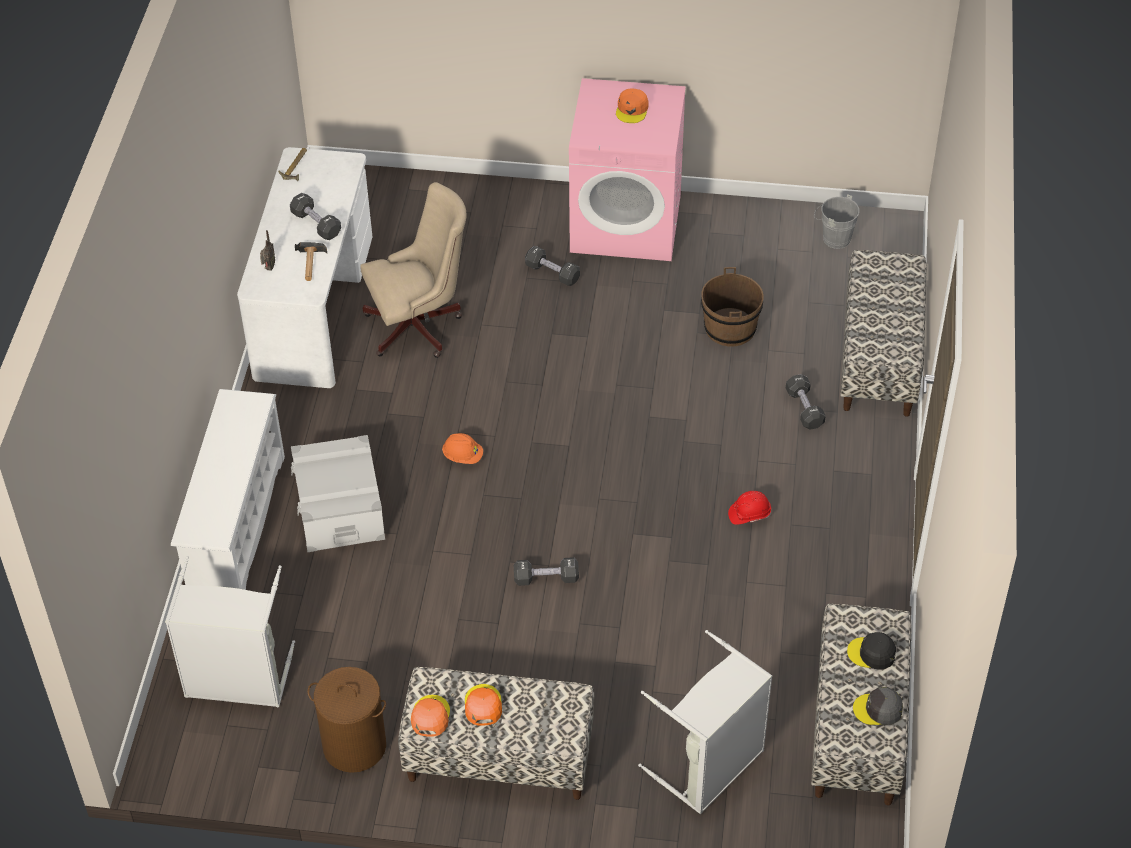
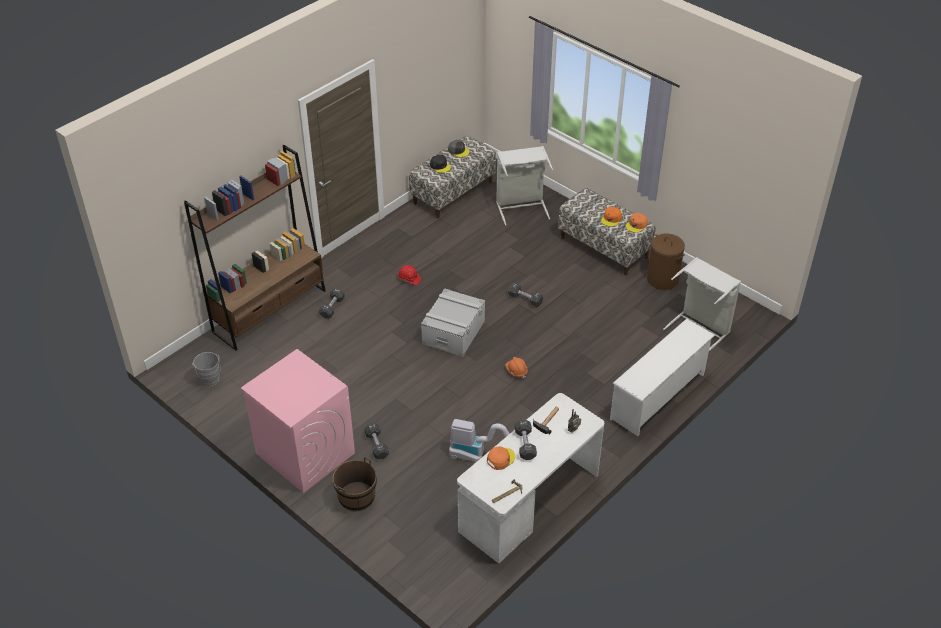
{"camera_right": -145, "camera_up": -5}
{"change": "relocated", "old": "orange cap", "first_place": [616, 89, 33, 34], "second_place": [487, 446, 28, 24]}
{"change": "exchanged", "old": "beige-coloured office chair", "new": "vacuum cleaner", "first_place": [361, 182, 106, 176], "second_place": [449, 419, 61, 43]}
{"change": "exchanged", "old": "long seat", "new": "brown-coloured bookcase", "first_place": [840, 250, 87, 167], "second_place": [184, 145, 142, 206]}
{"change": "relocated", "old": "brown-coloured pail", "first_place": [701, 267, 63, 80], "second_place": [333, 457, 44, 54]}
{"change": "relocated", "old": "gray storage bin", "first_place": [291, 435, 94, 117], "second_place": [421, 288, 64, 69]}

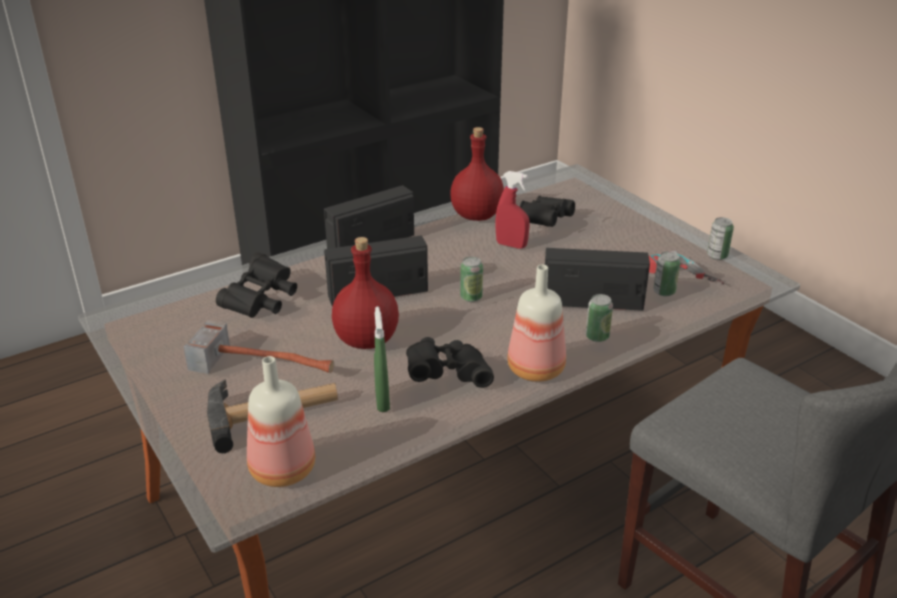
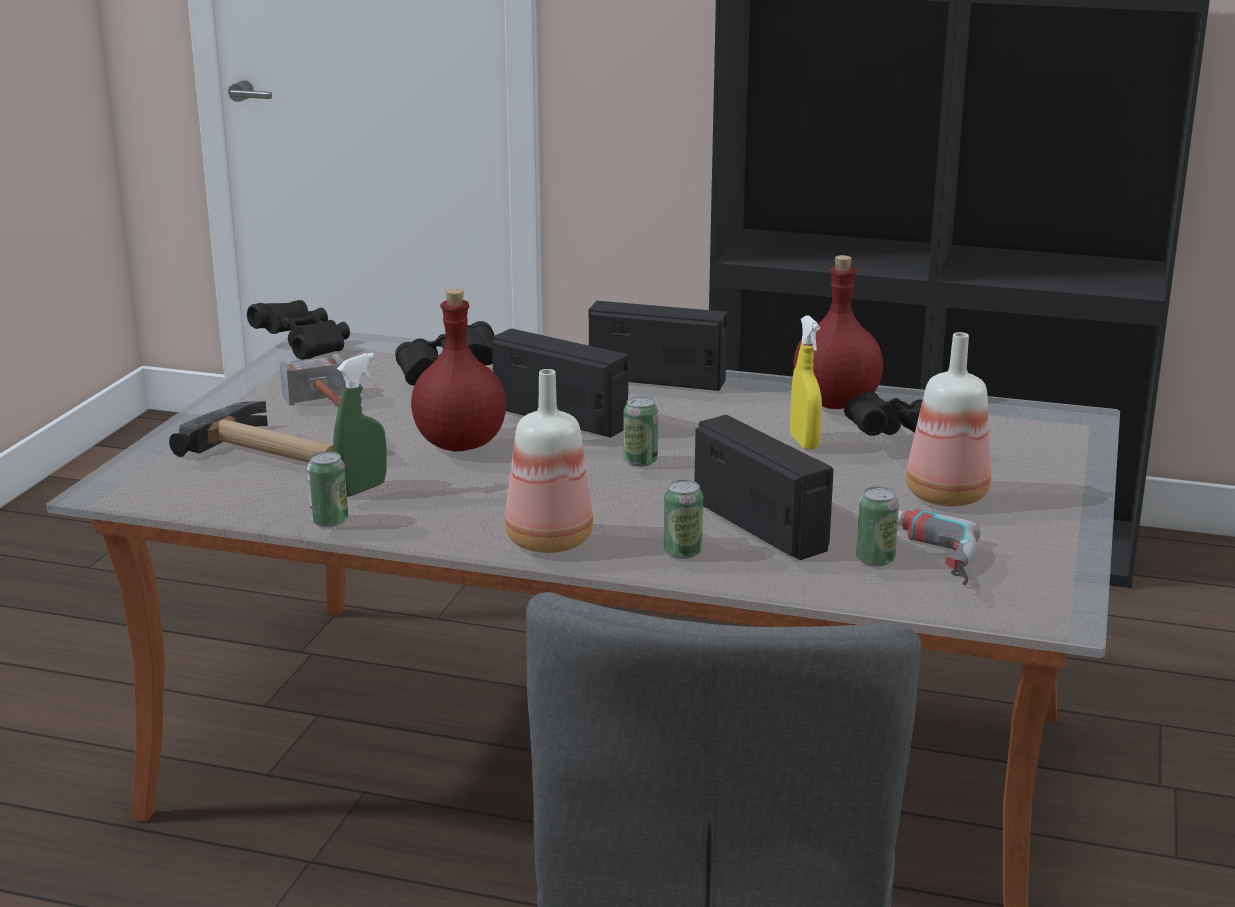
{"camera_right": 50, "camera_up": -10}
{"change": "colour", "old": "red-coloured sprayer", "new": "yellowish sprayer", "first_place": [495, 171, 35, 77], "second_place": [790, 315, 32, 135]}
{"change": "relocated", "old": "metal can", "first_place": [707, 217, 27, 43], "second_place": [307, 451, 41, 76]}
{"change": "relocated", "old": "black field glasses", "first_place": [406, 337, 88, 51], "second_place": [247, 300, 103, 60]}
{"change": "relocated", "old": "drink bottle", "first_place": [247, 356, 68, 131], "second_place": [906, 332, 85, 174]}

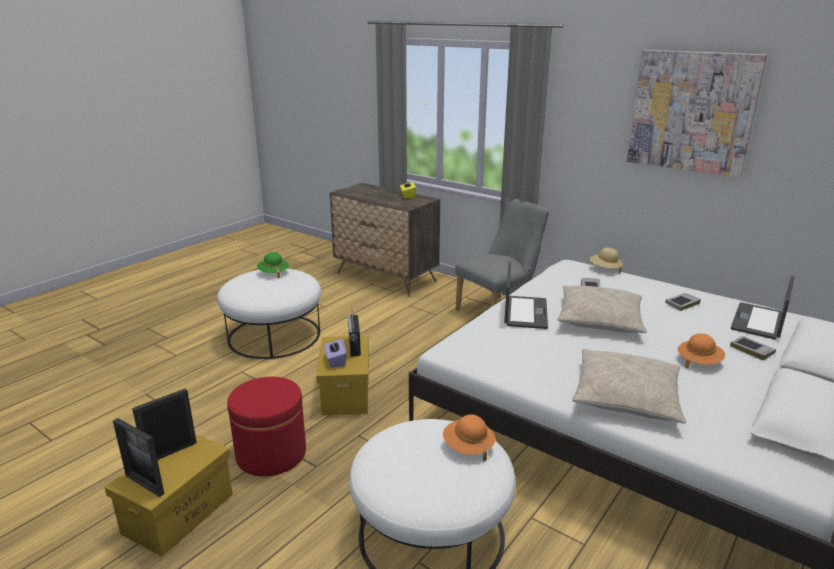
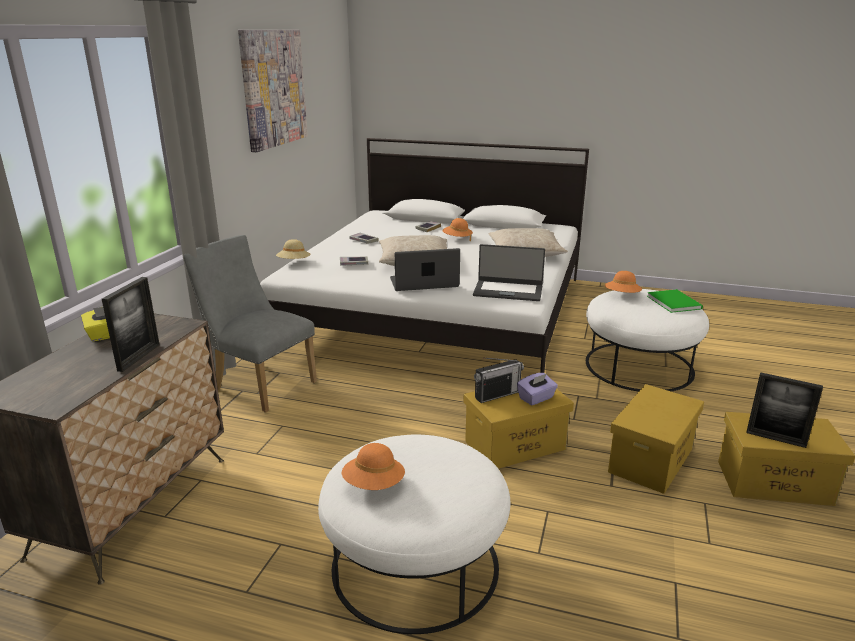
{"camera_right": -110, "camera_up": 0}
{"change": "colour", "old": "green wearable hat", "new": "orange wearable hat", "first_place": [257, 252, 32, 26], "second_place": [342, 443, 63, 47]}
{"change": "relocated", "old": "notebook computer", "first_place": [731, 276, 63, 63], "second_place": [473, 244, 72, 57]}
{"change": "exchanged", "old": "red-coloured footrest", "new": "yellowish storage bin", "first_place": [227, 377, 79, 99], "second_place": [608, 384, 96, 110]}
{"change": "relocated", "old": "standing frame", "first_place": [113, 418, 52, 79], "second_place": [102, 277, 58, 95]}
{"change": "appeared", "new": "green bound book", "second_place": [647, 289, 56, 24]}

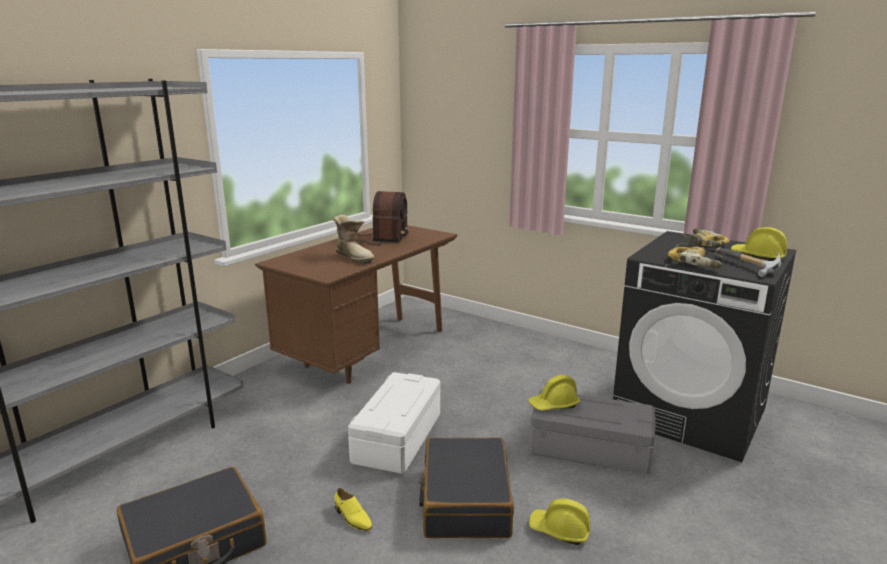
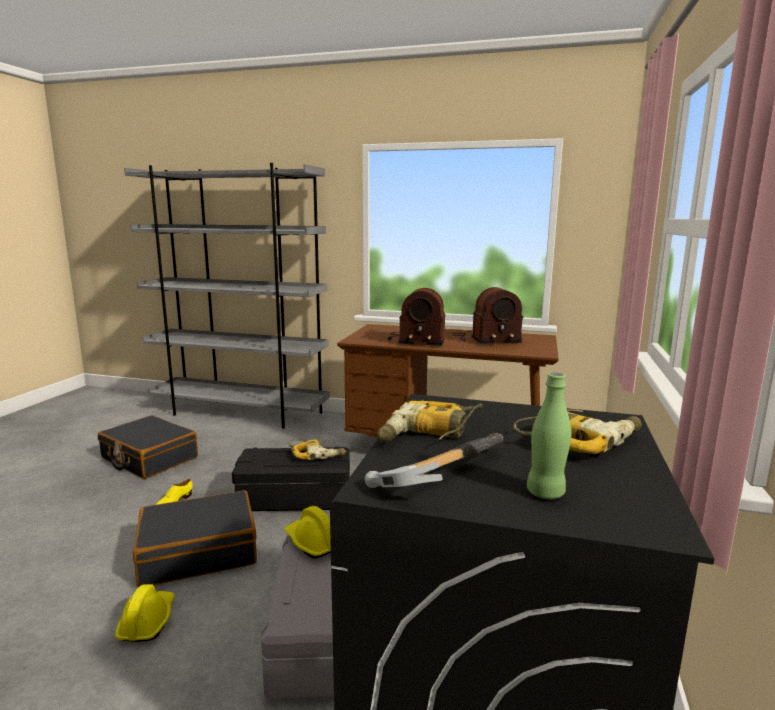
{"camera_right": 70, "camera_up": -5}
{"change": "exchanged", "old": "boot", "new": "radio", "first_place": [333, 215, 42, 49], "second_place": [388, 288, 57, 58]}
{"change": "exchanged", "old": "yellowish work helmet", "new": "green drink bottle", "first_place": [731, 227, 56, 34], "second_place": [527, 372, 44, 127]}
{"change": "colour", "old": "white storage bin", "new": "black storage bin", "first_place": [348, 372, 93, 102], "second_place": [232, 446, 118, 65]}
{"change": "appeared", "new": "electric drill", "second_place": [289, 439, 57, 21]}

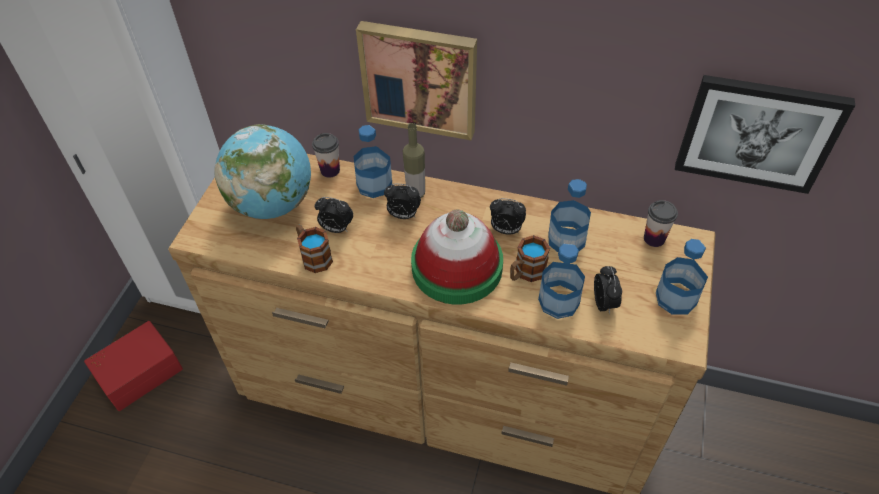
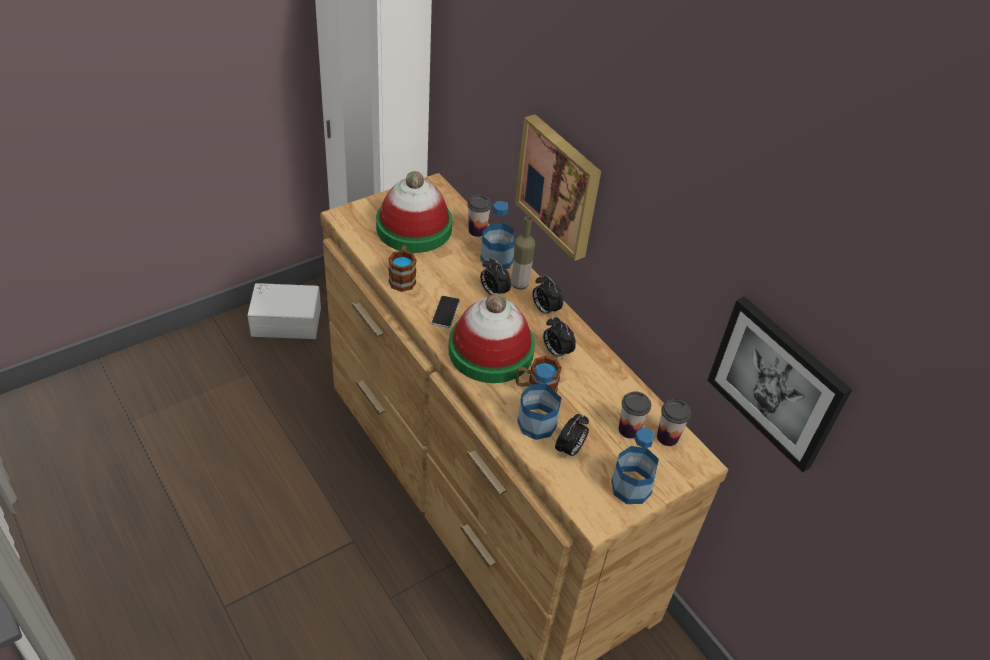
{"camera_right": 35, "camera_up": -5}
{"change": "exchanged", "old": "world globe", "new": "wearable hat", "first_place": [214, 124, 97, 95], "second_place": [376, 171, 76, 82]}
{"change": "missing", "old": "drink bottle", "first_place": [548, 179, 43, 73]}
{"change": "relocated", "old": "alarm clock", "first_place": [315, 197, 38, 36], "second_place": [533, 275, 30, 41]}
{"change": "colour", "old": "red-coloured storage bin", "new": "white storage bin", "first_place": [84, 321, 99, 90], "second_place": [248, 283, 73, 56]}
{"change": "appeared", "new": "phone", "second_place": [432, 296, 28, 32]}
{"change": "appeared", "new": "cup", "second_place": [619, 391, 32, 48]}

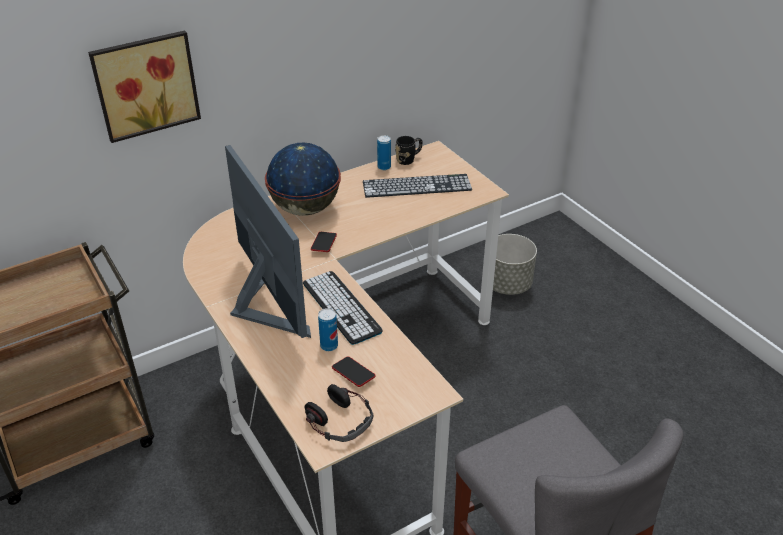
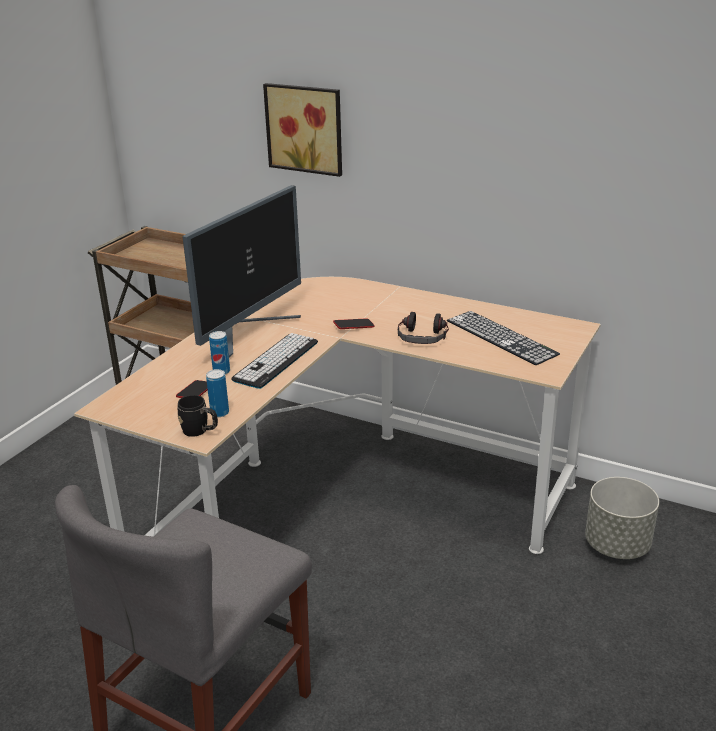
{"camera_right": 60, "camera_up": -10}
{"change": "relocated", "old": "metal can", "first_place": [377, 135, 14, 35], "second_place": [206, 369, 23, 48]}
{"change": "relocated", "old": "black tea mug", "first_place": [395, 136, 27, 29], "second_place": [177, 395, 41, 42]}
{"change": "missing", "old": "world globe", "first_place": [265, 143, 76, 73]}
{"change": "relocated", "old": "pair of headphones", "first_place": [305, 384, 68, 58], "second_place": [398, 312, 51, 32]}

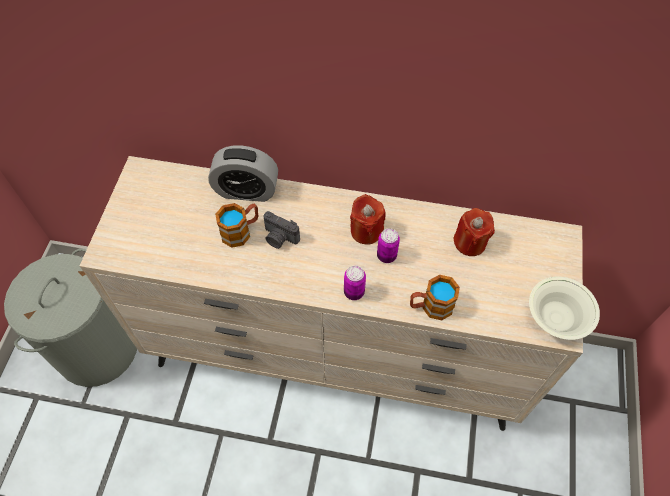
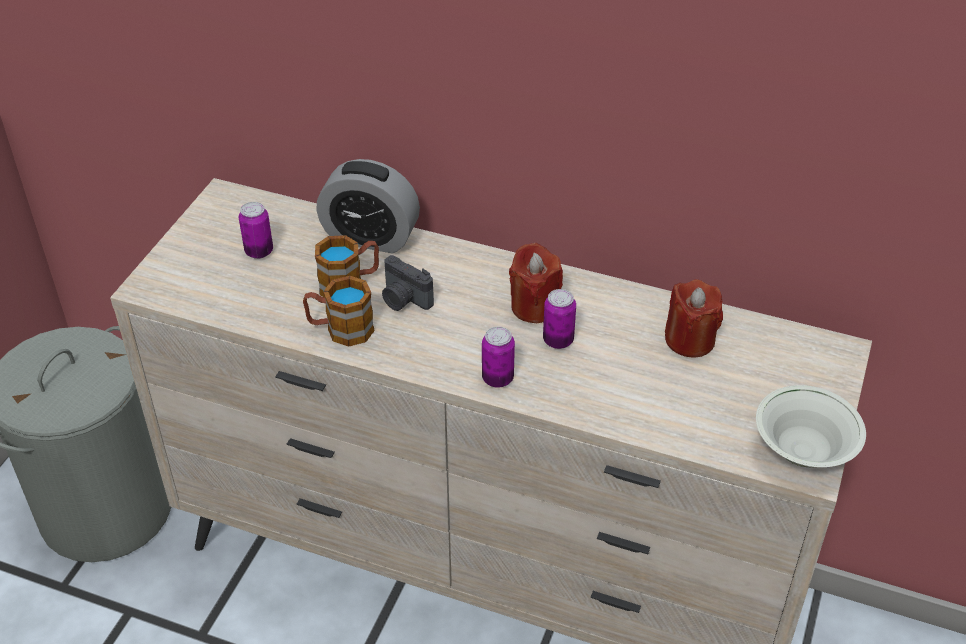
{"camera_right": 10, "camera_up": -15}
{"change": "relocated", "old": "tea mug", "first_place": [410, 275, 50, 45], "second_place": [303, 276, 72, 71]}
{"change": "appeared", "new": "metal can", "second_place": [239, 202, 34, 57]}

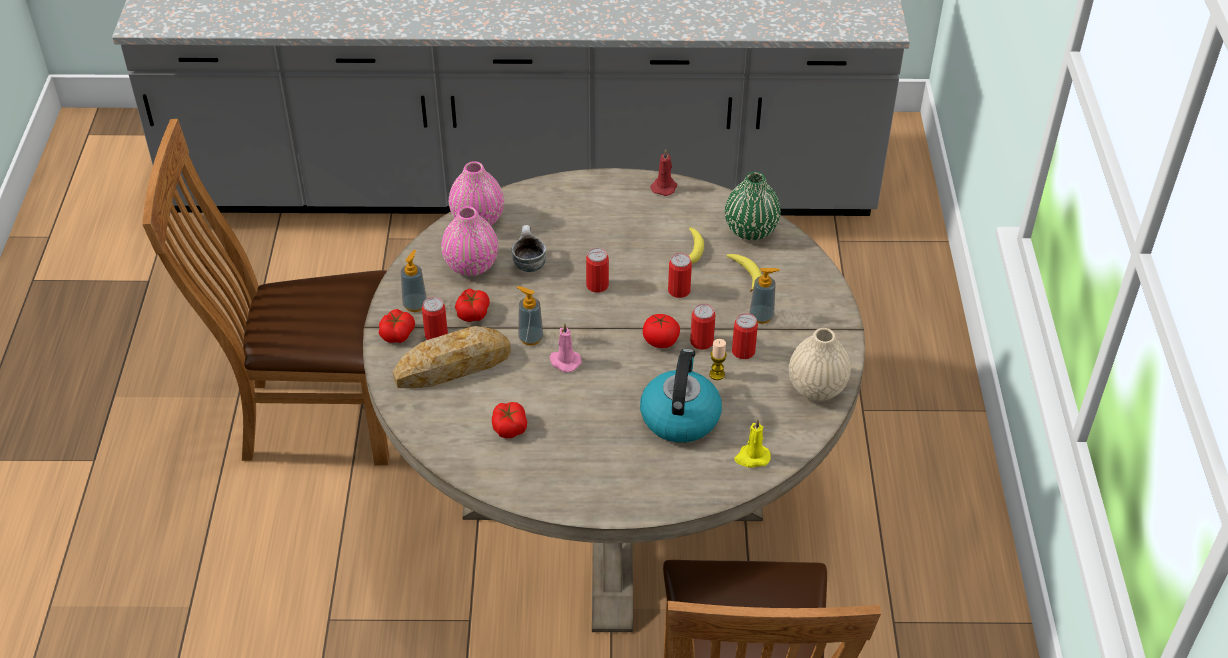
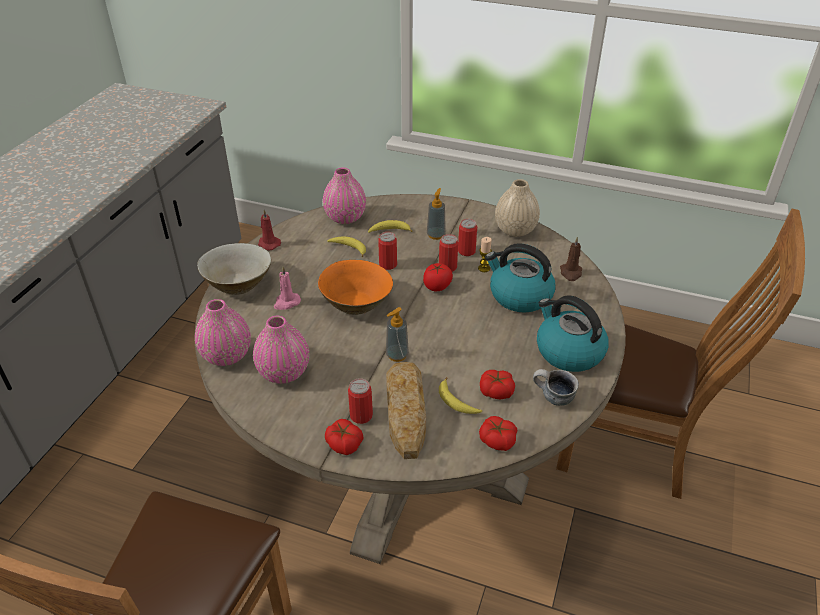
{"camera_right": -70, "camera_up": -5}
{"change": "colour", "old": "green decorative vase", "new": "pink decorative vase", "first_place": [725, 172, 55, 68], "second_place": [323, 167, 43, 57]}
{"change": "relocated", "old": "tea mug", "first_place": [511, 225, 35, 47], "second_place": [533, 369, 46, 37]}
{"change": "exchanged", "old": "metal can", "new": "orange serving bowl", "first_place": [586, 248, 23, 45], "second_place": [318, 260, 75, 55]}
{"change": "missing", "old": "soap dispenser", "first_place": [401, 250, 26, 62]}
{"change": "relocated", "old": "whole tomato", "first_place": [455, 289, 34, 33], "second_place": [479, 416, 38, 35]}
{"change": "relocated", "old": "pink candle", "first_place": [550, 323, 32, 49], "second_place": [274, 266, 27, 44]}
{"change": "colour", "old": "yellowish candle", "new": "brown-coloured candle", "first_place": [734, 419, 37, 49], "second_place": [560, 237, 22, 44]}
{"change": "appeared", "new": "beige-coloured serving bowl", "second_place": [197, 243, 74, 52]}
{"change": "appeared", "new": "kettle", "second_place": [537, 295, 72, 77]}
{"change": "appeared", "new": "banana fruit", "second_place": [439, 377, 43, 37]}

